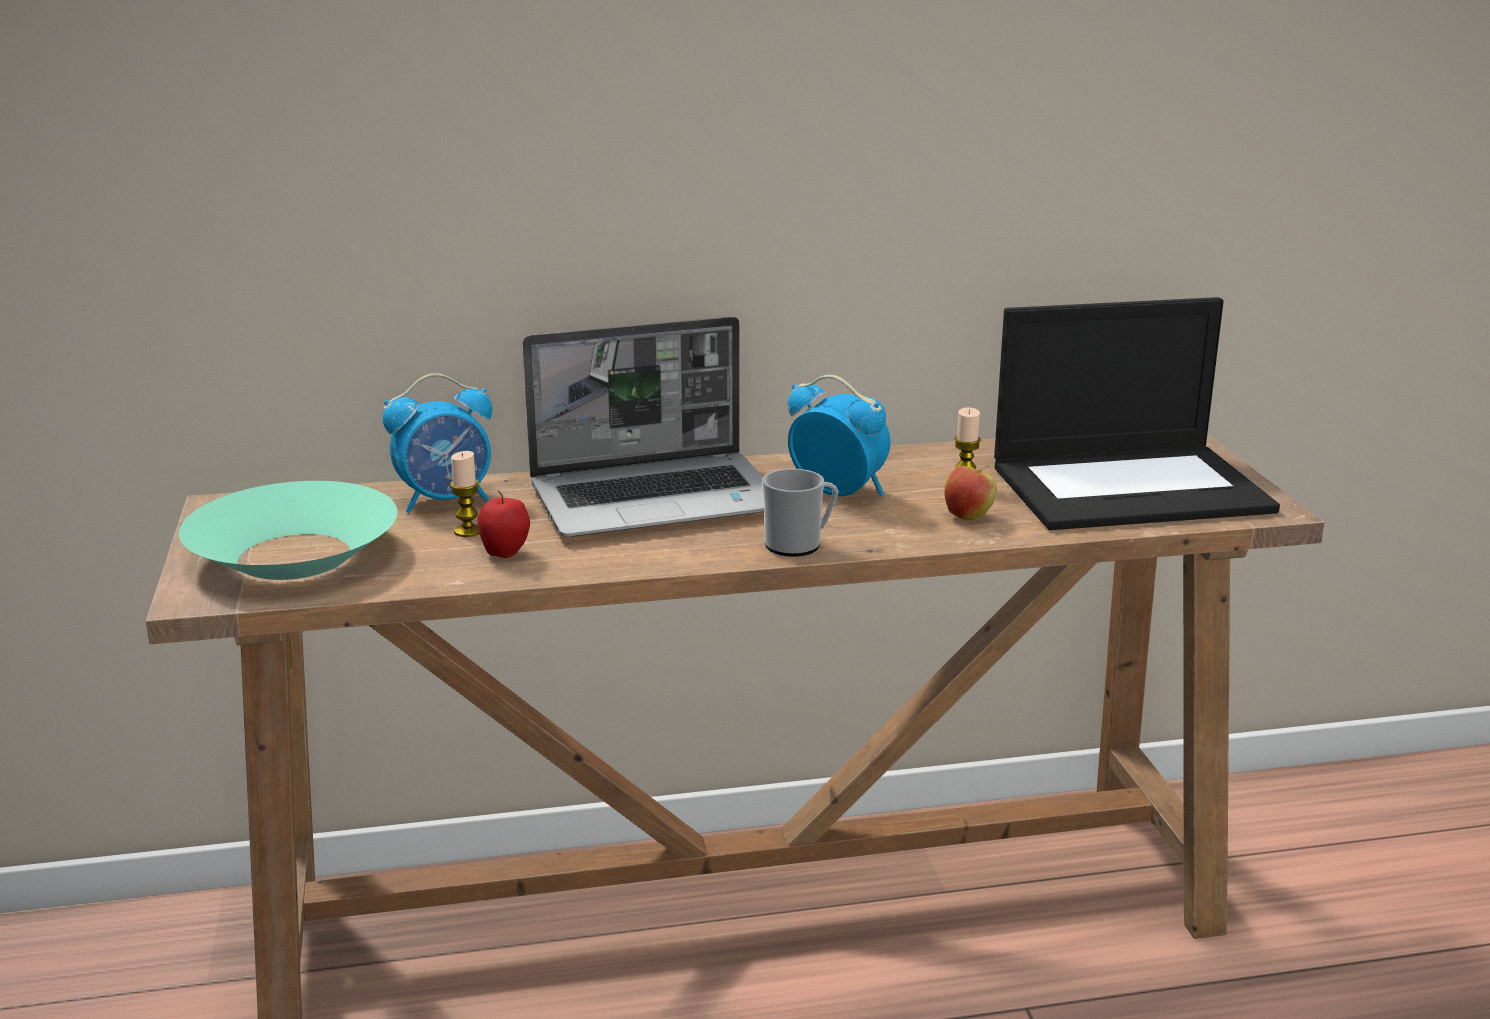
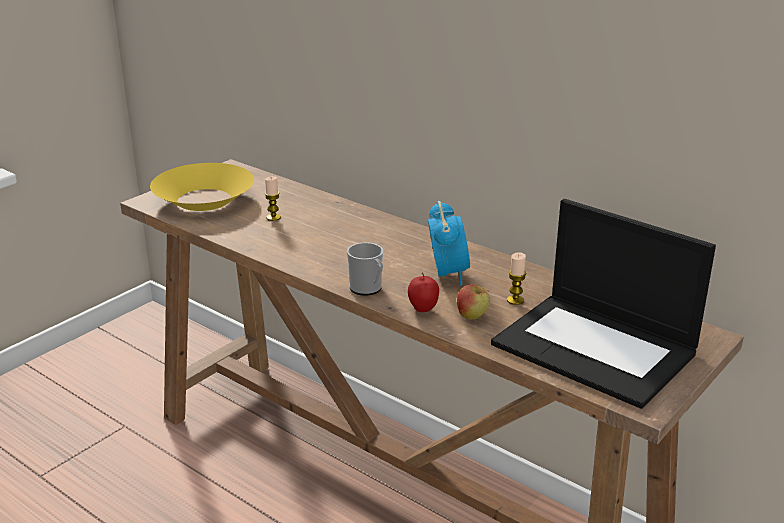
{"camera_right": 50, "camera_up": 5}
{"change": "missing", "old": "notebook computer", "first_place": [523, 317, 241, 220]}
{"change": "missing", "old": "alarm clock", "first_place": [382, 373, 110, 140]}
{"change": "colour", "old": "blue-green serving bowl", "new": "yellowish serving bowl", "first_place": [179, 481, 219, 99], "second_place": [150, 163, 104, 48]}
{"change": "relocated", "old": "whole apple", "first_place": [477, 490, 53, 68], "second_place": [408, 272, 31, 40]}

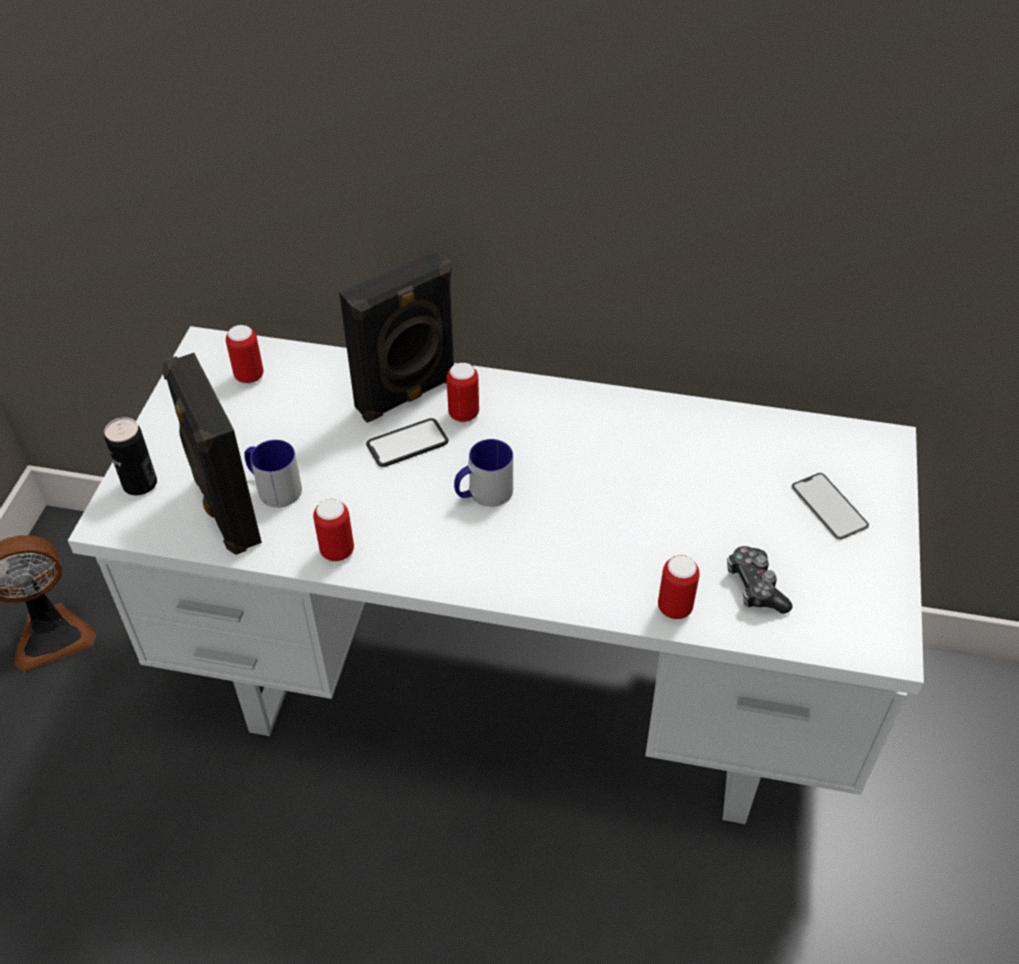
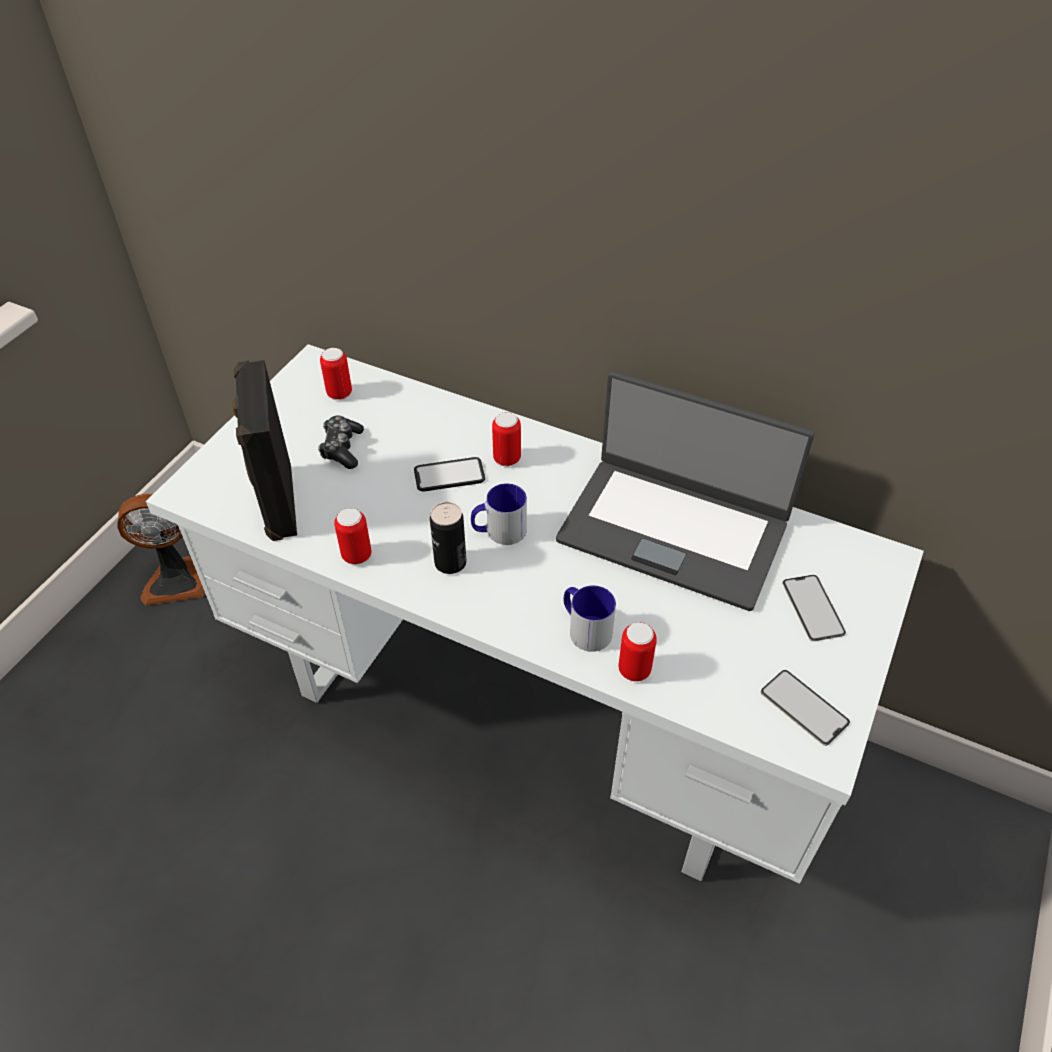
{"camera_right": 15, "camera_up": 0}
{"change": "missing", "old": "black audio speaker", "first_place": [339, 250, 115, 173]}
{"change": "relocated", "old": "metal can", "first_place": [104, 417, 53, 78], "second_place": [430, 502, 36, 72]}
{"change": "relocated", "old": "tea mug", "first_place": [244, 440, 58, 67], "second_place": [564, 585, 52, 67]}
{"change": "relocated", "old": "joypad", "first_place": [727, 546, 66, 68], "second_place": [318, 415, 46, 54]}
{"change": "appeared", "new": "notebook computer", "second_place": [556, 371, 259, 240]}
{"change": "appeared", "new": "phone", "second_place": [761, 670, 89, 76]}

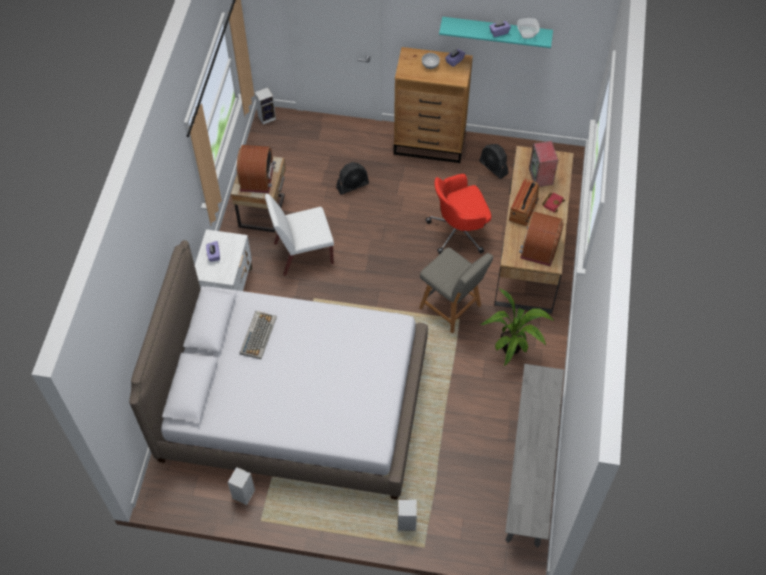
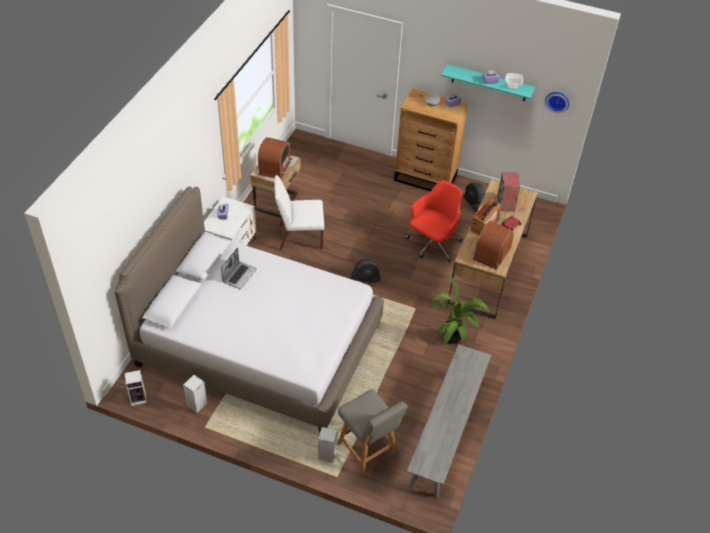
{"camera_right": 10, "camera_up": -10}
{"change": "relocated", "old": "audio speaker", "first_place": [254, 87, 22, 38], "second_place": [125, 370, 22, 36]}
{"change": "relocated", "old": "black fan", "first_place": [336, 162, 33, 33], "second_place": [350, 258, 30, 26]}
{"change": "spun", "old": "red-coloured office chair", "first_place": [426, 174, 65, 80], "second_place": [404, 180, 59, 82], "degrees": 135}
{"change": "relocated", "old": "gray plain chair", "first_place": [419, 247, 74, 86], "second_place": [337, 390, 70, 85]}
{"change": "exchanged", "old": "PC keyboard", "new": "notebook computer", "first_place": [240, 311, 37, 48], "second_place": [221, 247, 36, 42]}
{"change": "appeared", "new": "hanging clock", "second_place": [545, 92, 24, 21]}

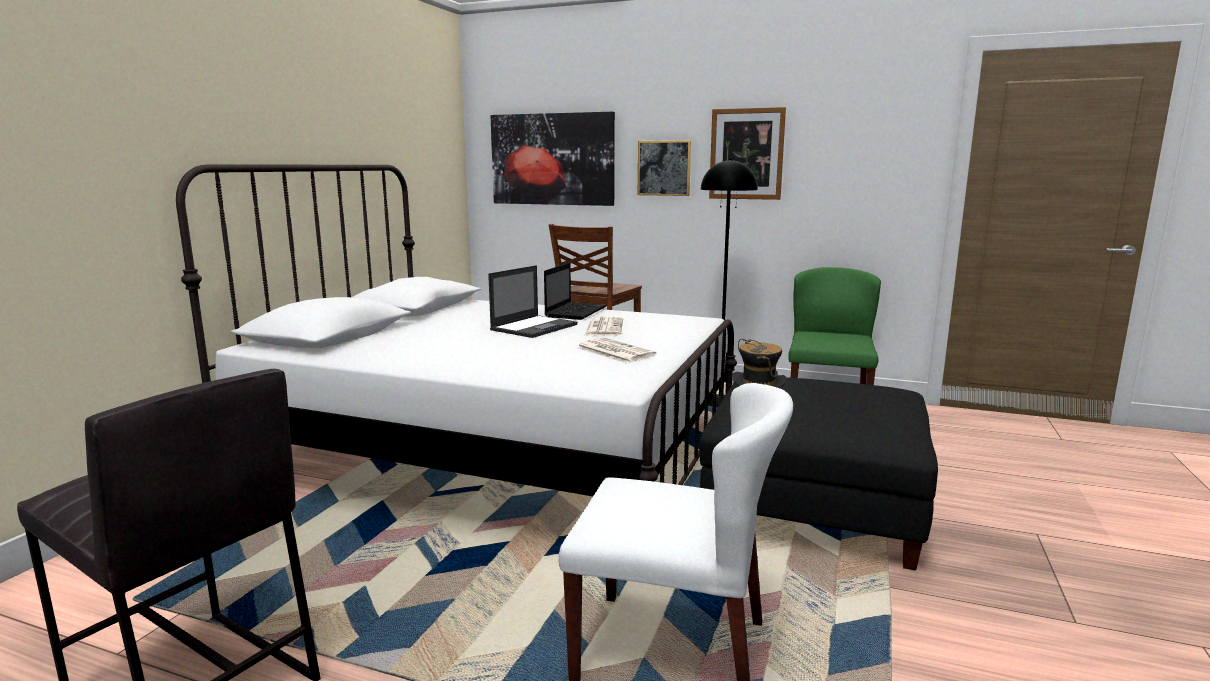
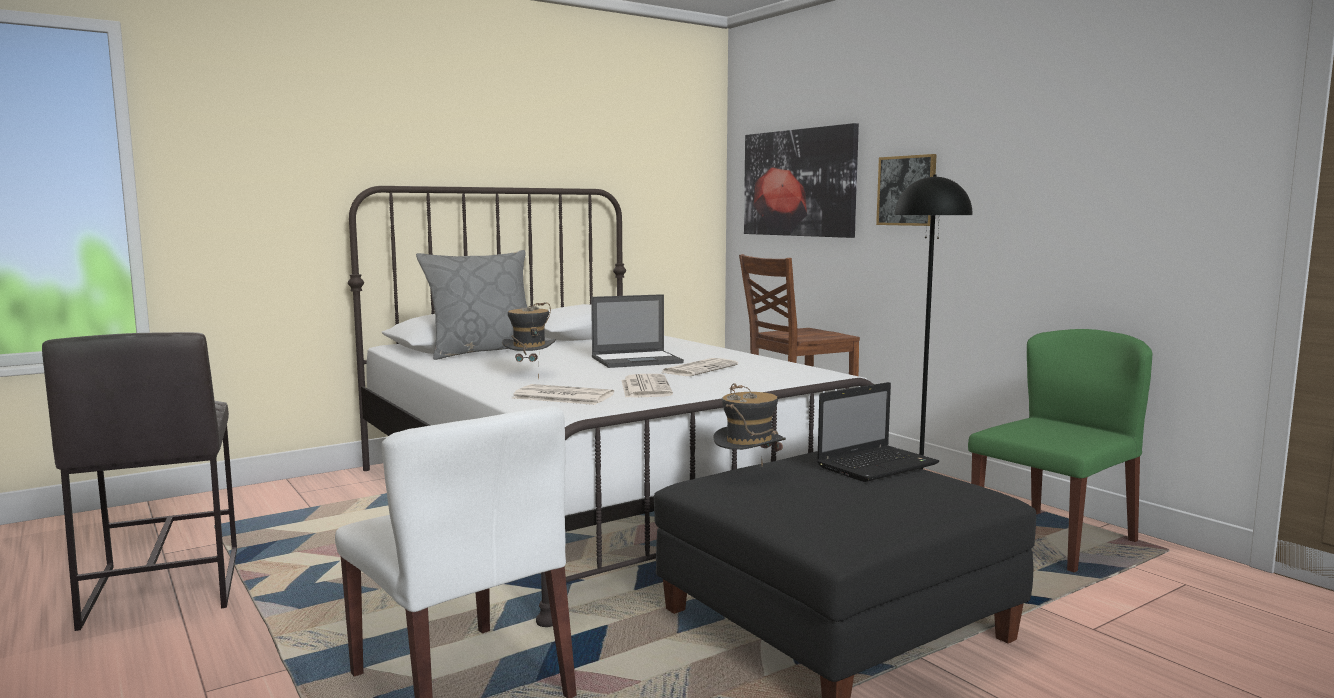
{"camera_right": 35, "camera_up": -5}
{"change": "missing", "old": "wall art", "first_place": [709, 107, 77, 93]}
{"change": "relocated", "old": "notebook computer", "first_place": [544, 263, 63, 57], "second_place": [817, 382, 122, 100]}
{"change": "appeared", "new": "gray throw pillow", "second_place": [416, 250, 111, 110]}
{"change": "appeared", "new": "wearable hat", "second_place": [502, 302, 54, 78]}
{"change": "appeared", "new": "printed paper", "second_place": [512, 384, 102, 21]}

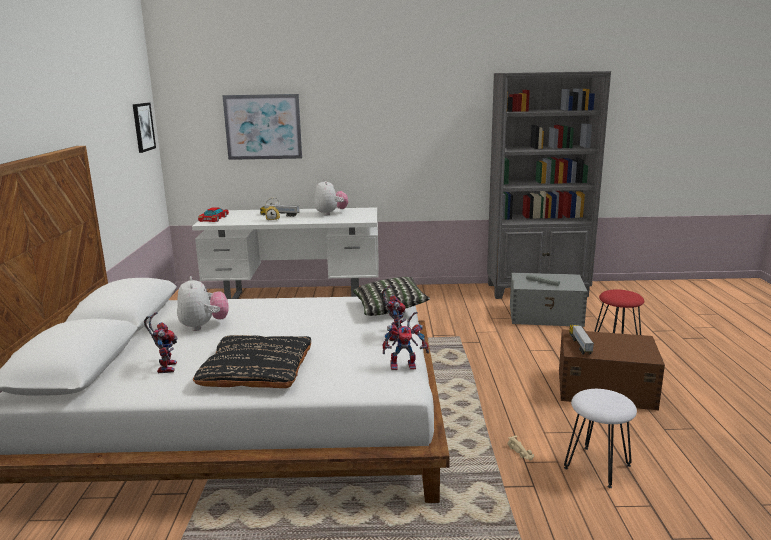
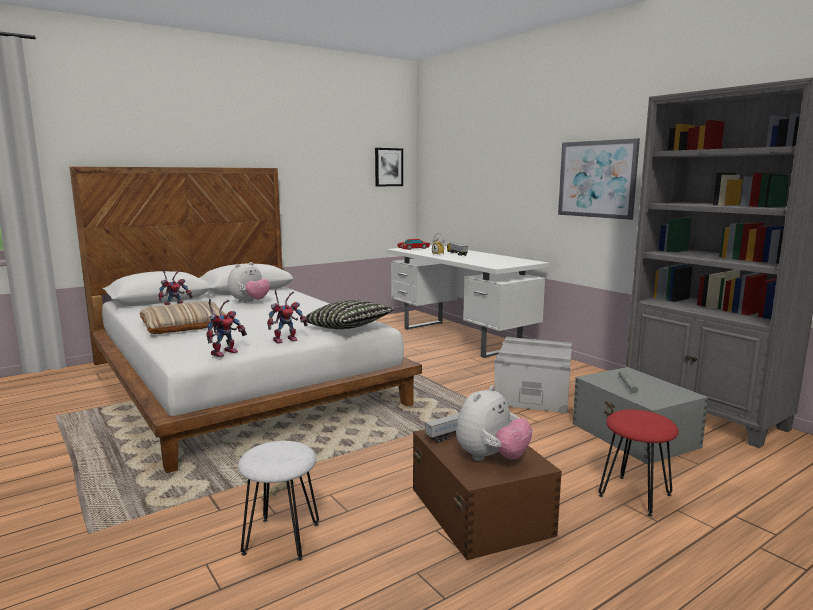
{"camera_right": 55, "camera_up": -5}
{"change": "relocated", "old": "wall art", "first_place": [222, 94, 80, 66], "second_place": [558, 138, 82, 82]}
{"change": "relocated", "old": "plush toy", "first_place": [314, 179, 34, 37], "second_place": [456, 385, 76, 76]}
{"change": "spun", "old": "toy robot", "first_place": [382, 307, 47, 63], "second_place": [206, 299, 41, 58], "degrees": -105}
{"change": "colour", "old": "black throw pillow", "new": "beige-coloured throw pillow", "first_place": [193, 335, 118, 53], "second_place": [140, 301, 87, 33]}
{"change": "appeared", "new": "gray storage bin", "second_place": [494, 337, 78, 76]}

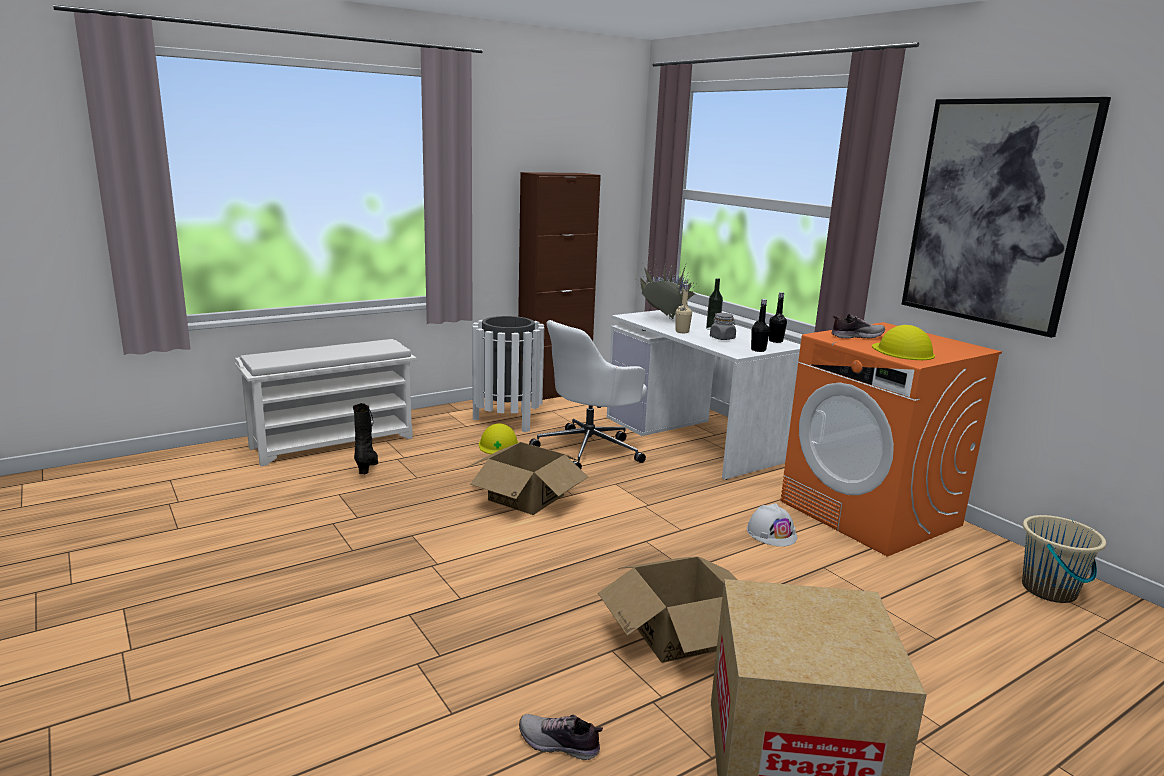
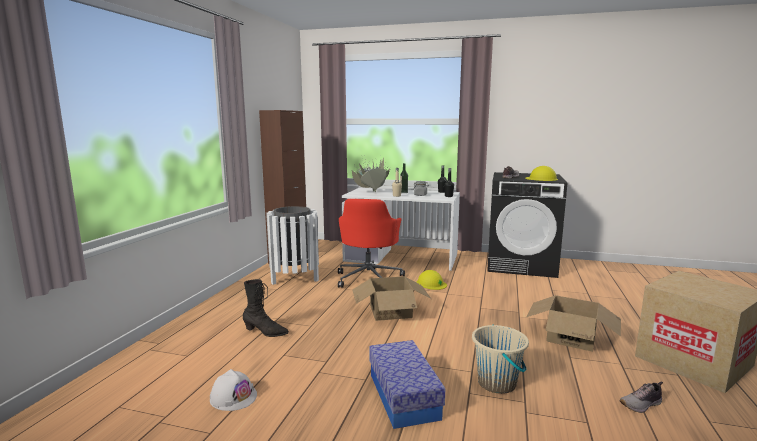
{"camera_right": -40, "camera_up": -5}
{"change": "missing", "old": "wall art", "first_place": [901, 97, 210, 241]}
{"change": "colour", "old": "white office chair", "new": "red-coloured office chair", "first_place": [529, 320, 118, 149], "second_place": [338, 199, 67, 89]}
{"change": "colour", "old": "orange laundry machine", "new": "black laundry machine", "first_place": [780, 322, 222, 235], "second_place": [487, 172, 80, 106]}
{"change": "missing", "old": "white shoe shelf", "first_place": [235, 339, 182, 127]}
{"change": "spun", "old": "black boot", "first_place": [353, 403, 25, 71], "second_place": [243, 279, 46, 58], "degrees": 150}
{"change": "relocated", "old": "yellowish work helmet", "first_place": [479, 423, 40, 31], "second_place": [416, 270, 31, 20]}
{"change": "relocated", "old": "white work helmet", "first_place": [747, 503, 50, 44], "second_place": [210, 369, 47, 42]}
{"change": "relocated", "old": "beige-coloured pail", "first_place": [1022, 515, 84, 88], "second_place": [472, 325, 57, 69]}
{"change": "appeared", "new": "storage bin", "second_place": [370, 340, 75, 89]}

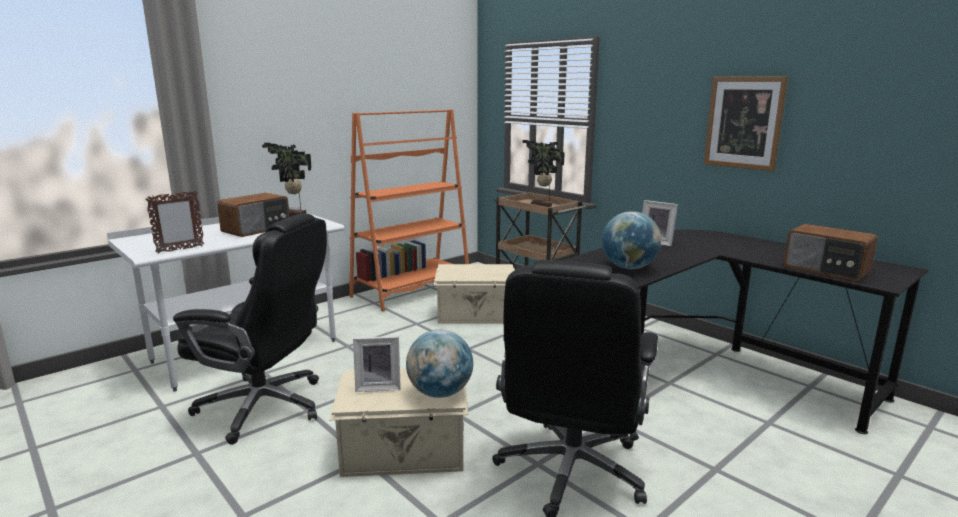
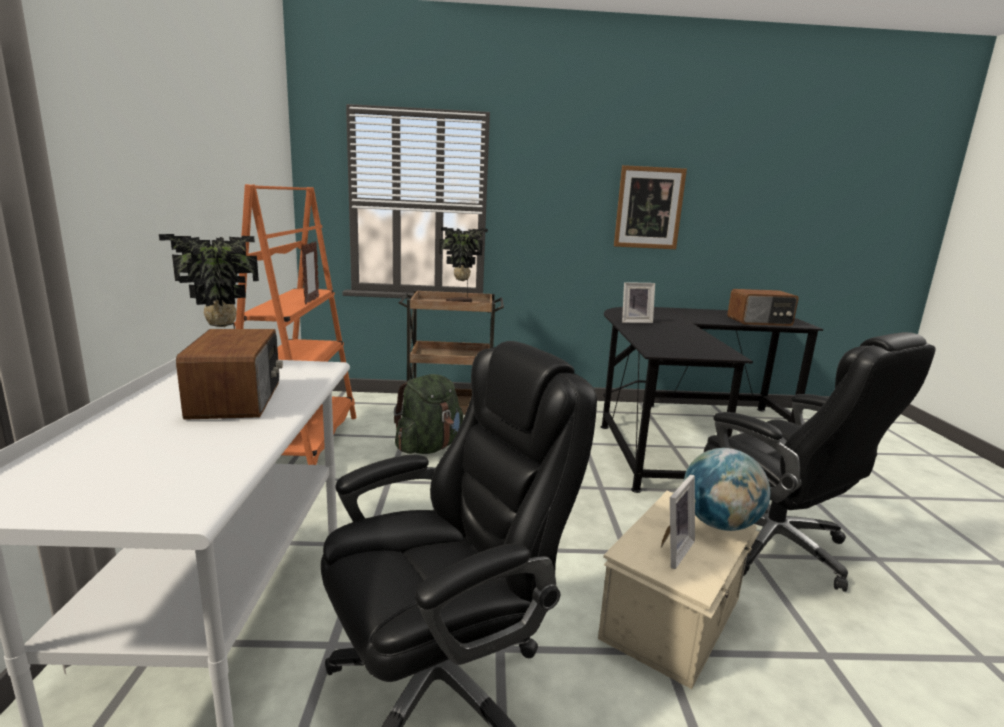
{"camera_right": -50, "camera_up": 0}
{"change": "relocated", "old": "standing frame", "first_place": [145, 190, 60, 64], "second_place": [301, 241, 18, 63]}
{"change": "missing", "old": "world globe", "first_place": [602, 211, 59, 58]}
{"change": "exchanged", "old": "beige-coloured storage bin", "new": "green knapsack", "first_place": [434, 264, 81, 60], "second_place": [394, 374, 69, 80]}

